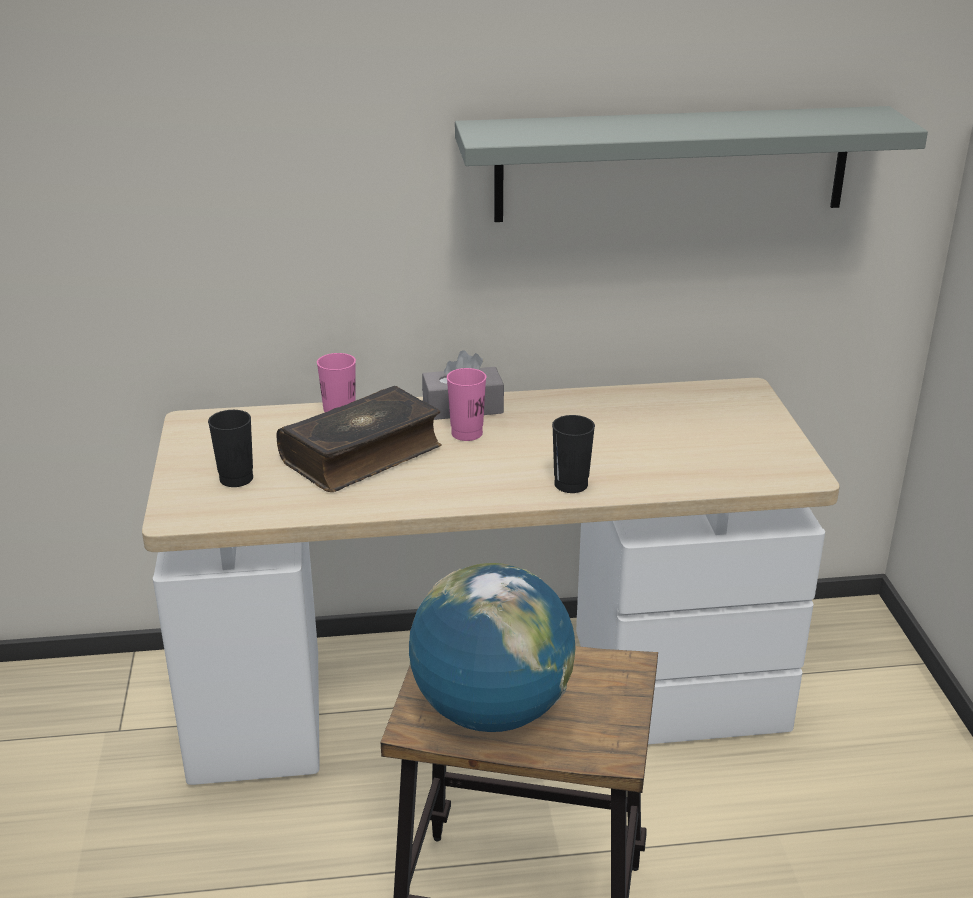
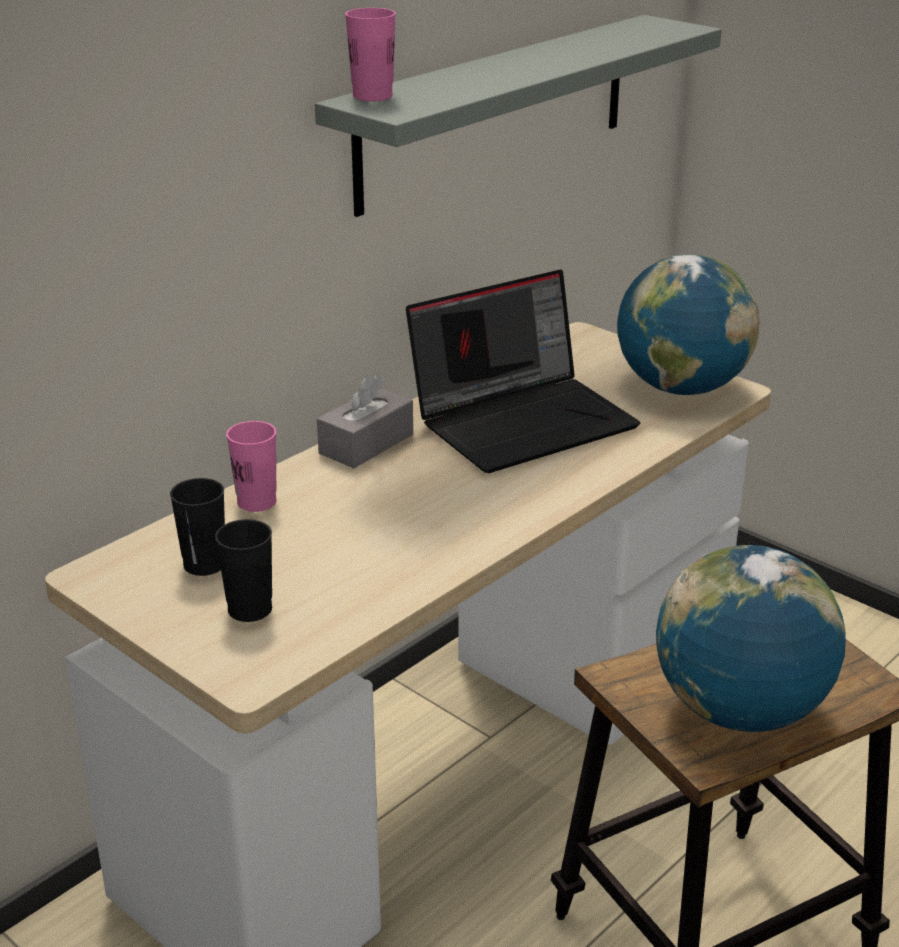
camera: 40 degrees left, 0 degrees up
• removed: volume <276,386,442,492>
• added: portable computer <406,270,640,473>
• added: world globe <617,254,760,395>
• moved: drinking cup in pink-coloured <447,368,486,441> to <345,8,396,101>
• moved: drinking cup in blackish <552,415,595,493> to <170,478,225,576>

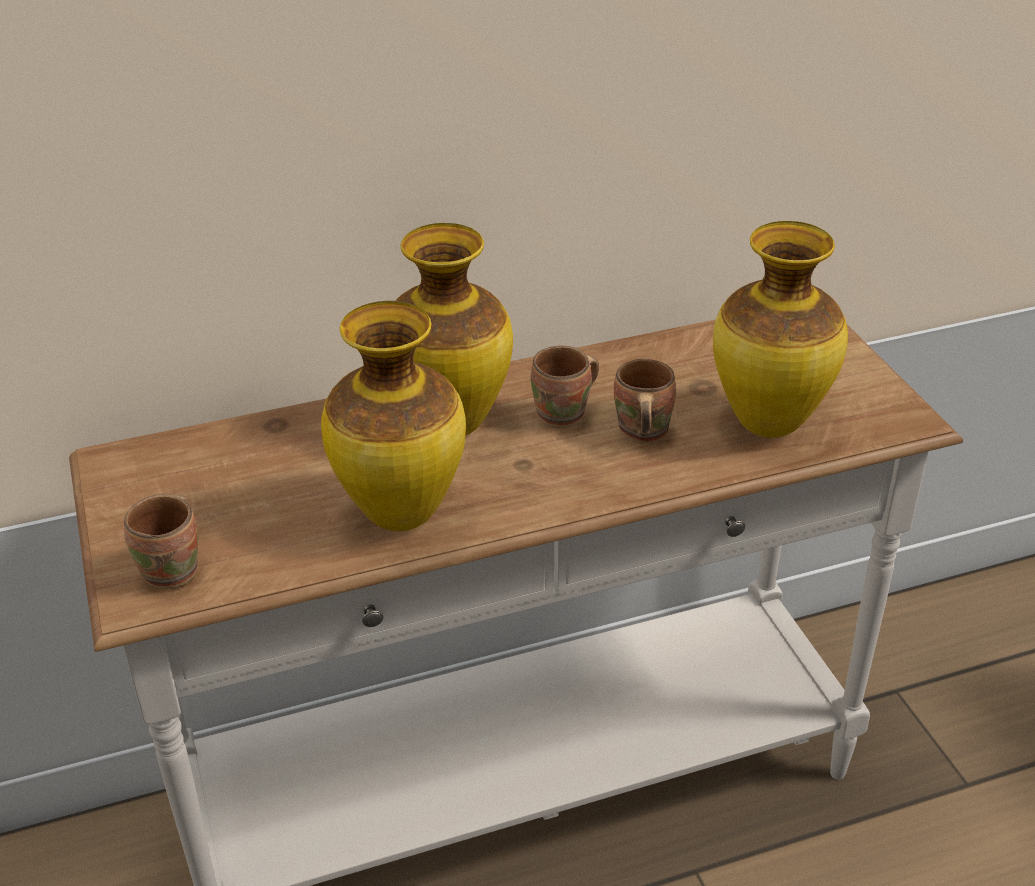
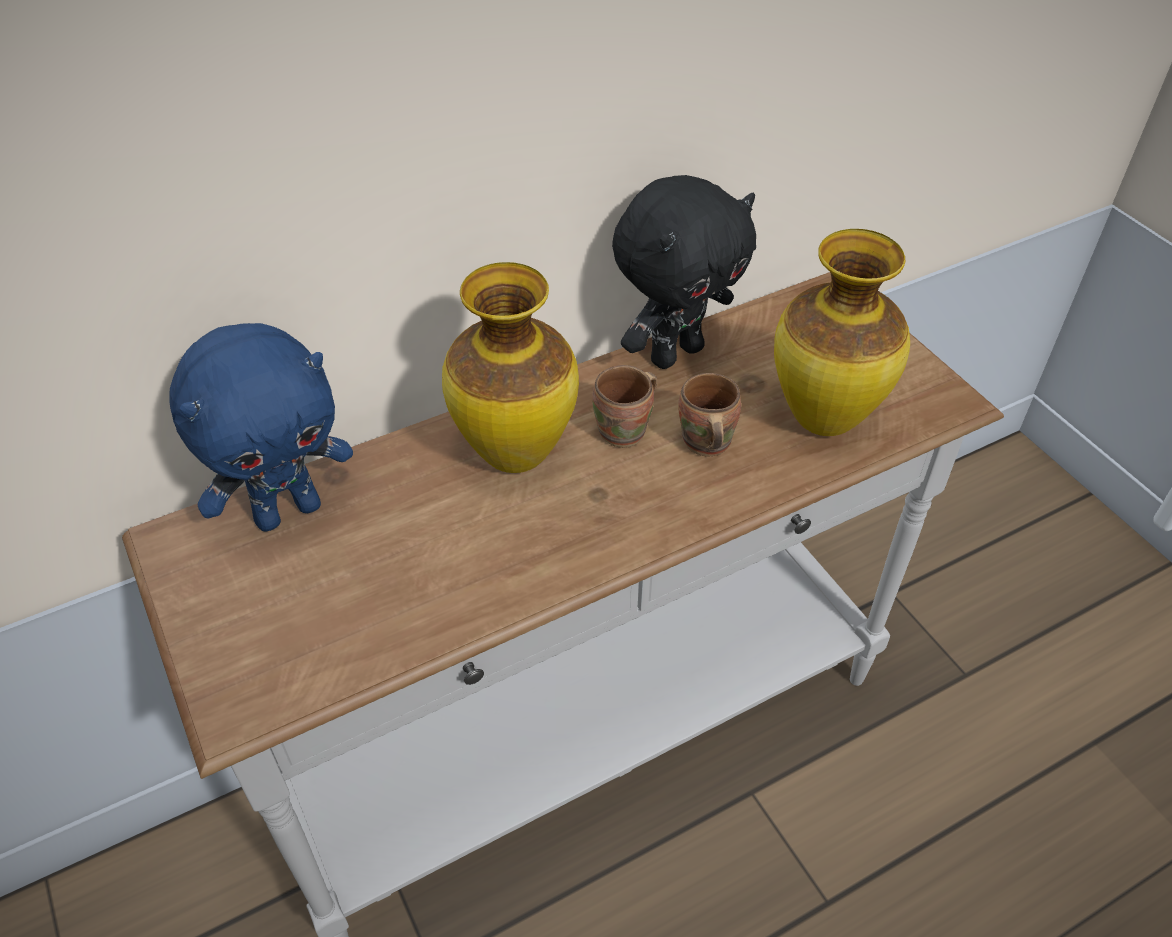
camera: 10 degrees left, 10 degrees up
• removed: tea mug in brown-coloured <124,494,198,589>
• removed: flower vase <321,301,466,531>
• added: soft toy in bluish <169,323,353,532>
• added: soft toy in blackish <612,175,756,369>

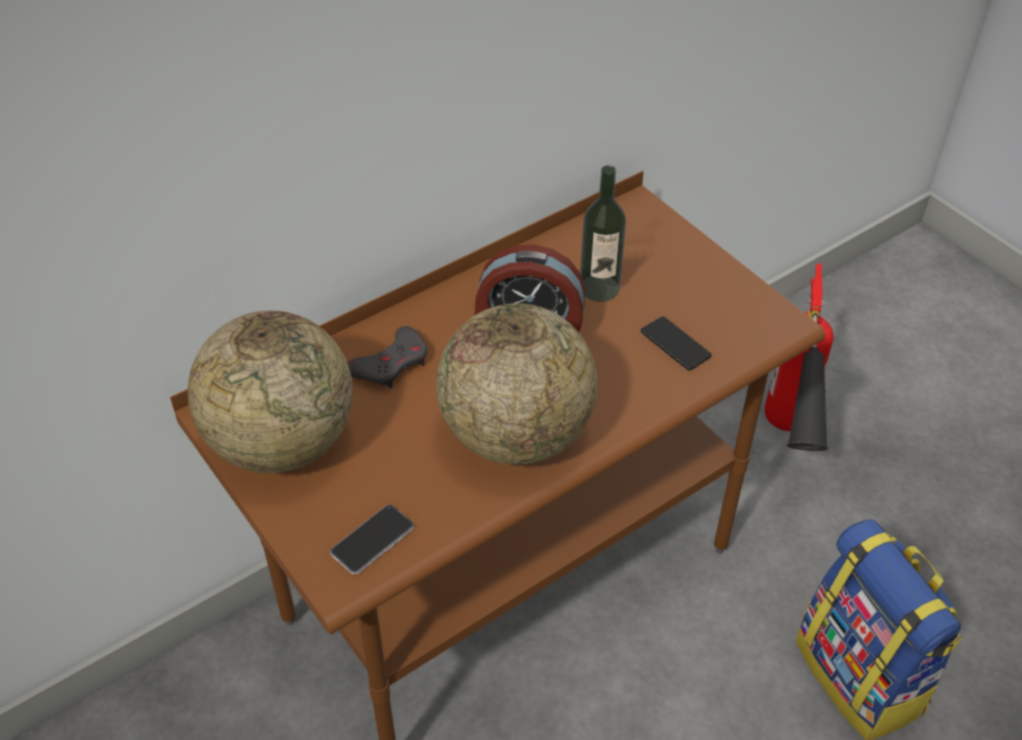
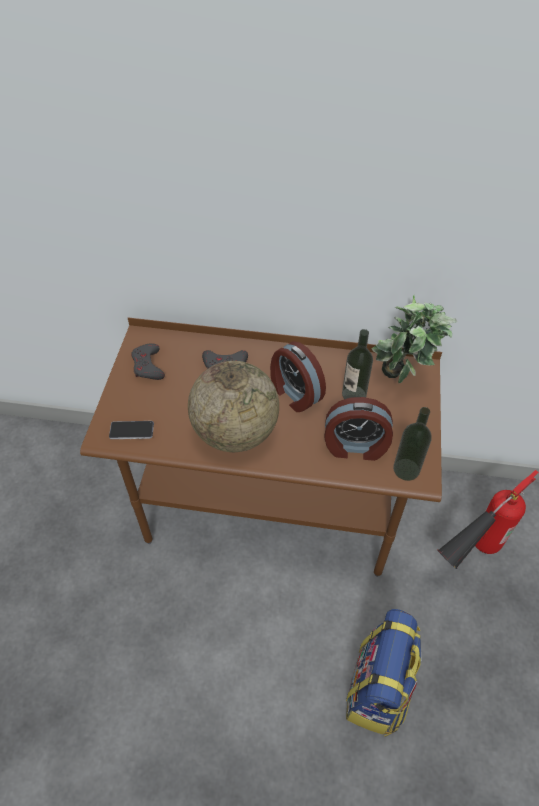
camera: 45 degrees right, 5 degrees up
• added: potted plant <371,296,457,383>
• added: bottle <393,407,432,481>
• replaced: world globe <188,310,353,473> to gamepad in greyish <131,343,165,380>
• replaced: telephone <641,316,712,371> to alarm clock <324,397,393,461>

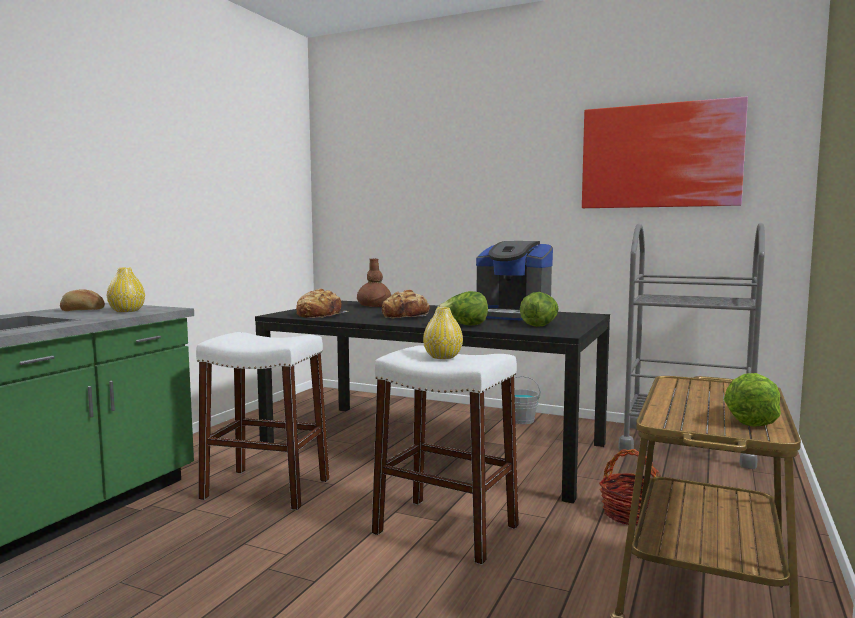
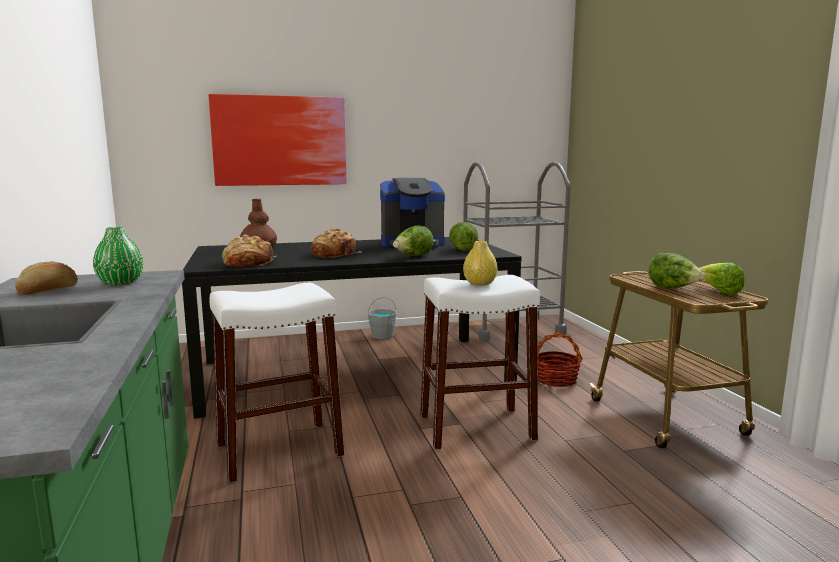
camera: 40 degrees left, 5 degrees up
• added: lettuce head <649,253,705,288>
• moved: wall picture <582,97,748,208> to <209,94,347,186>
• recoloured: flower vase in yellow-coloured <107,268,145,312> to flower vase in green <93,227,143,286>

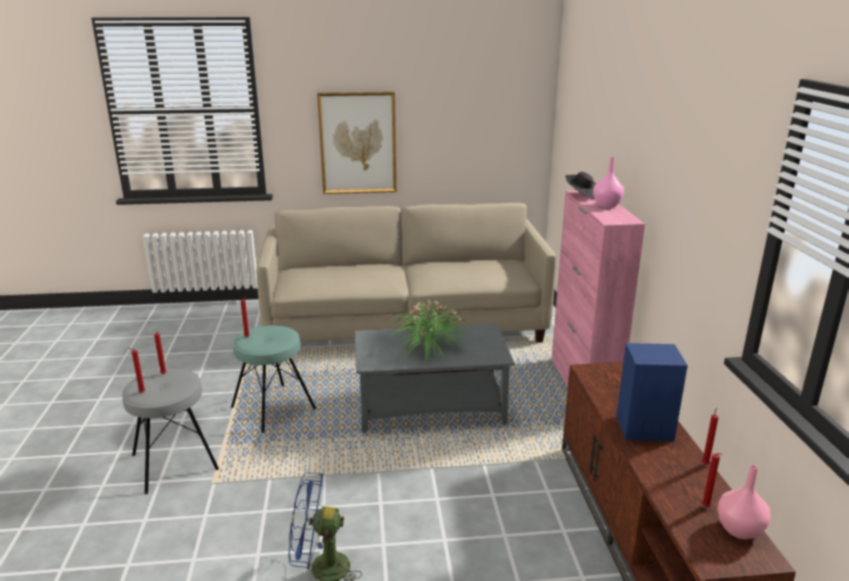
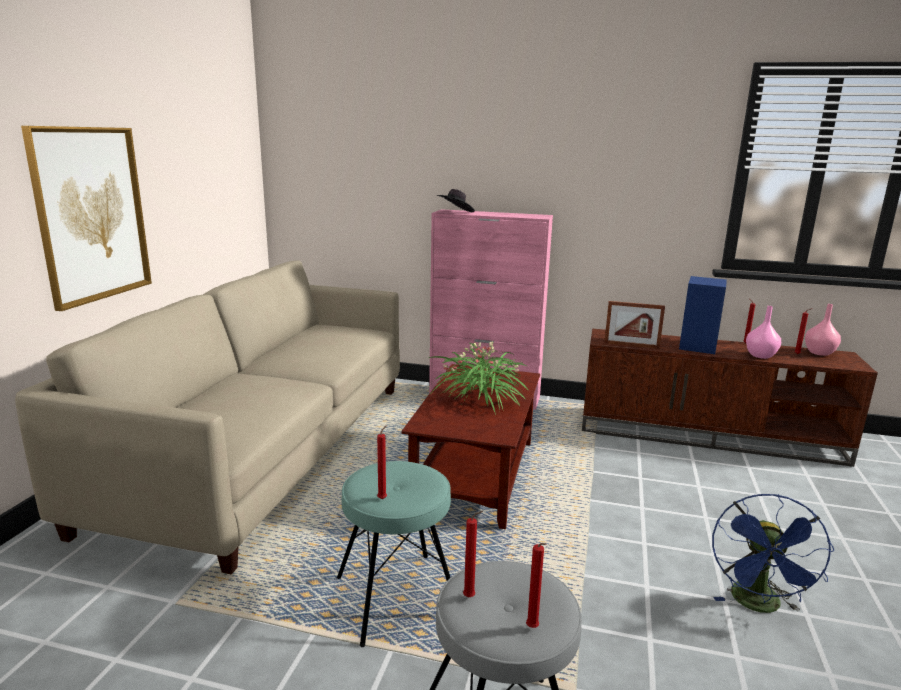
camera: 70 degrees left, 5 degrees down
• added: standing frame <604,301,665,349>
• moved: flower vase in pink-coloured <593,157,624,208> to <746,306,781,359>
• recoloured: coffee table in greyish <355,324,515,433> to coffee table in brown-coloured <402,364,540,529>

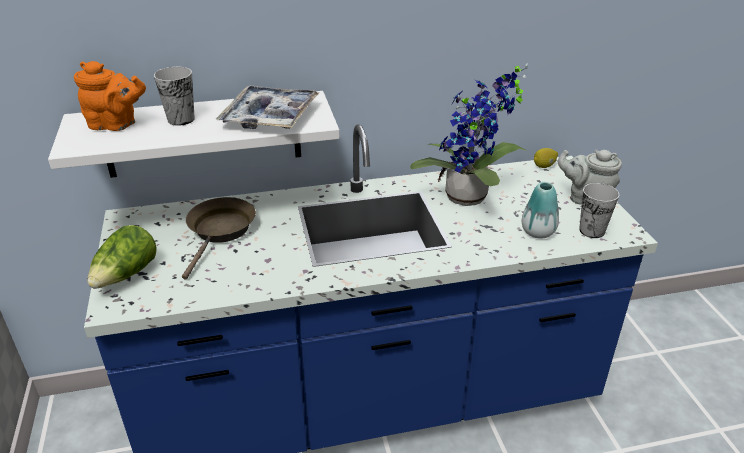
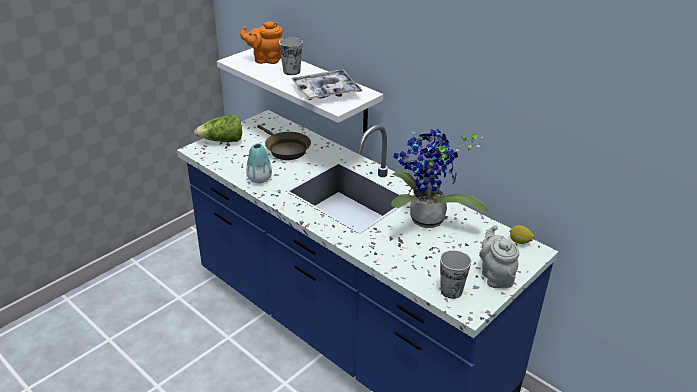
camera: 55 degrees right, 0 degrees up
• moved: flower vase <522,182,559,239> to <246,143,272,183>
• turned: tea pot in orangey <74,61,146,131> = <240,21,283,64> 120 degrees clockwise
• turned: pan in brown-coloured <182,197,256,280> = <257,125,311,160> 75 degrees clockwise

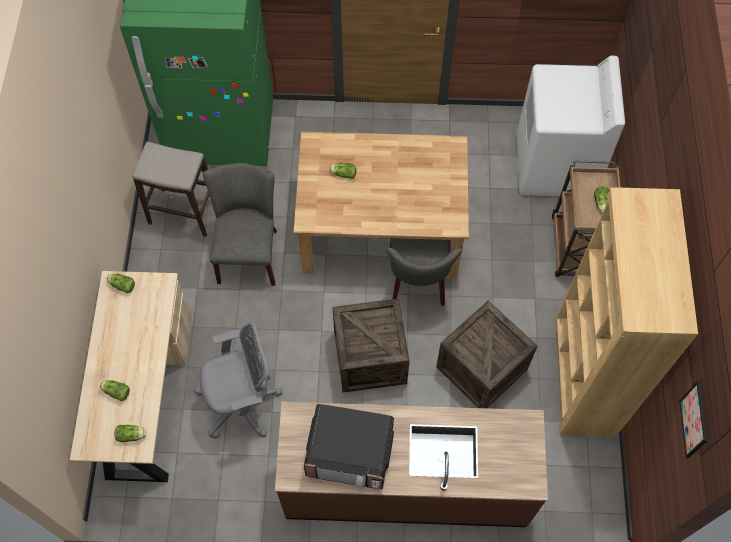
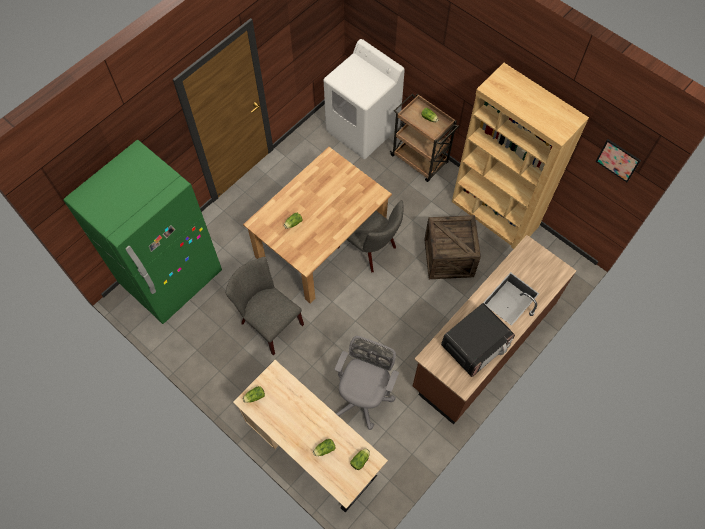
camera: 50 degrees left, 0 degrees up
• removed: stool seat <132,142,209,237>
• removed: packing crate <332,298,410,392>

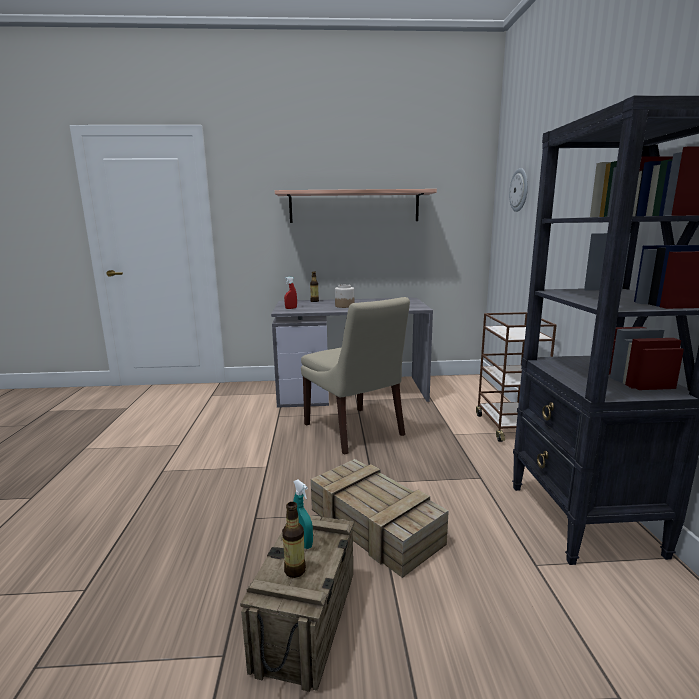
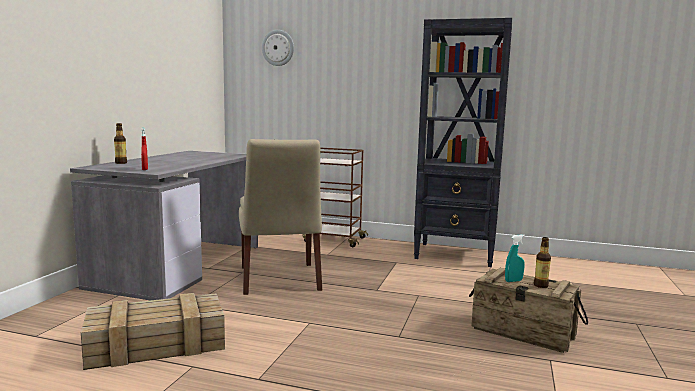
camera: 70 degrees left, 5 degrees down
• removed: bracket shelf <275,189,437,223>
• removed: storage jar <335,284,354,308>
• moved: packing crate <311,459,449,578> to <81,293,225,370>
• turned: upright chair in sand-coloured <301,297,410,455> = <239,139,322,295> 90 degrees clockwise

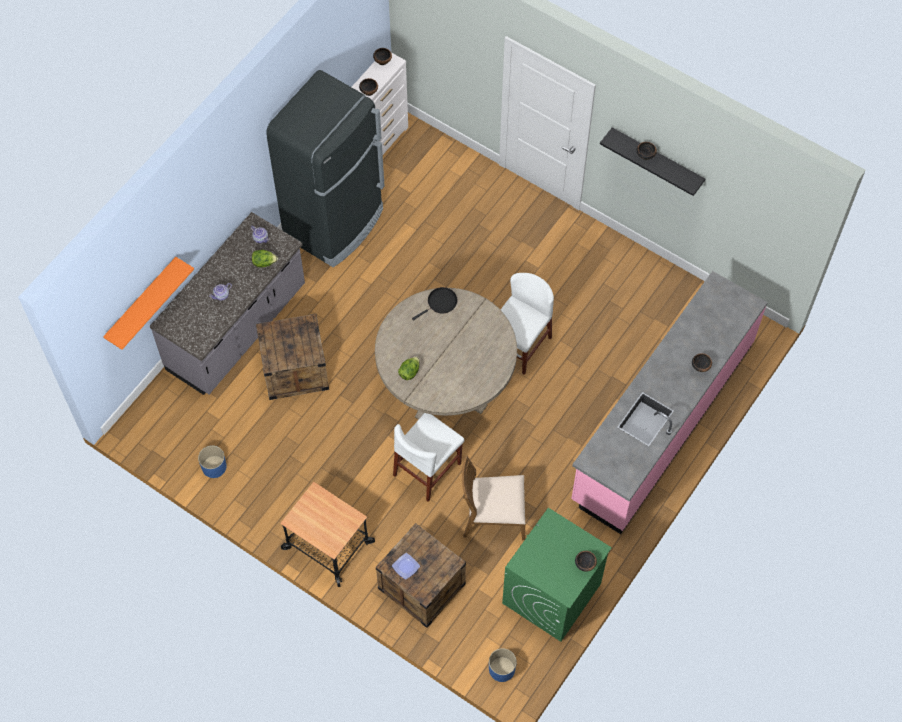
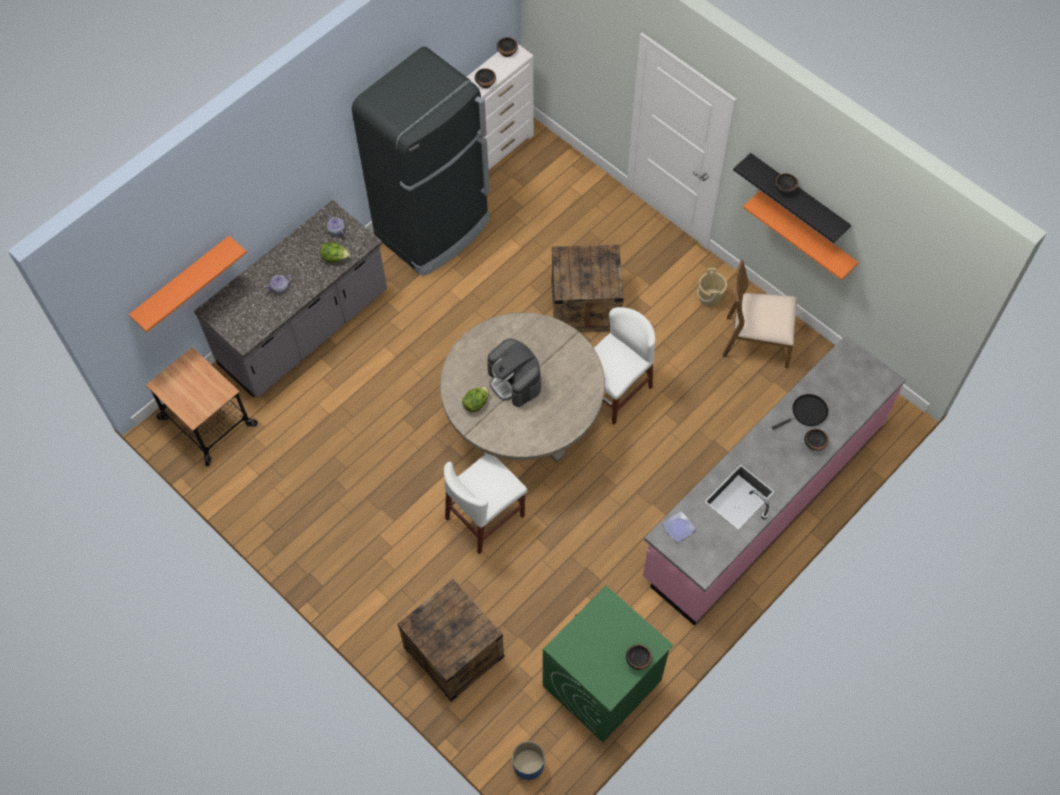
camera: 10 degrees right, 0 degrees up
• removed: flower pot in bluish <198,445,227,478>
• added: coffee machine <487,339,541,407>
• added: bucket in sand-coloured <697,268,727,307>
• added: bracket shelf in orangey <743,191,859,280>
• moved: packing crate <256,314,329,400> to <551,244,624,333>
• moved: wheeled cart <280,482,375,587> to <146,347,257,466>
• moved: dinner plate <392,553,420,580> to <663,512,696,542>
• moved: pan in blackish <412,287,457,320> to <772,394,828,430>
• moved: upright chair in brown-coloured <462,455,525,540> to <723,260,797,368>

